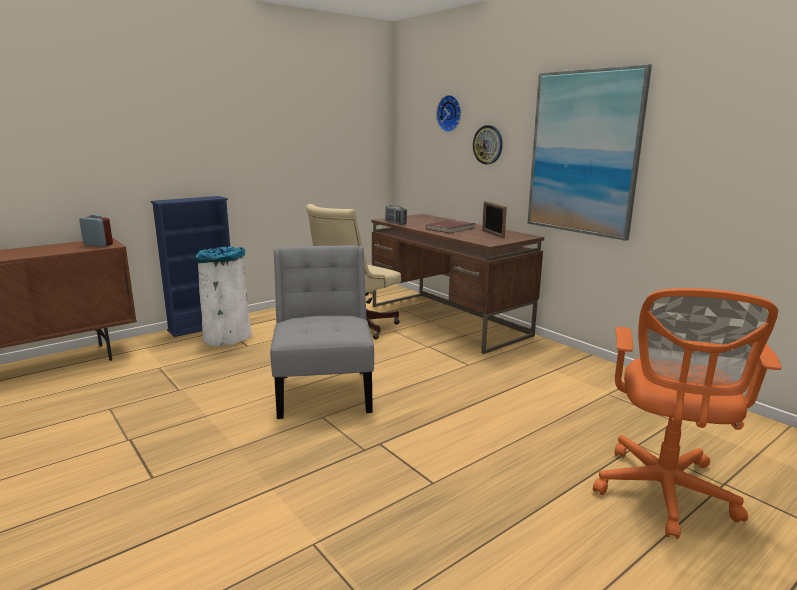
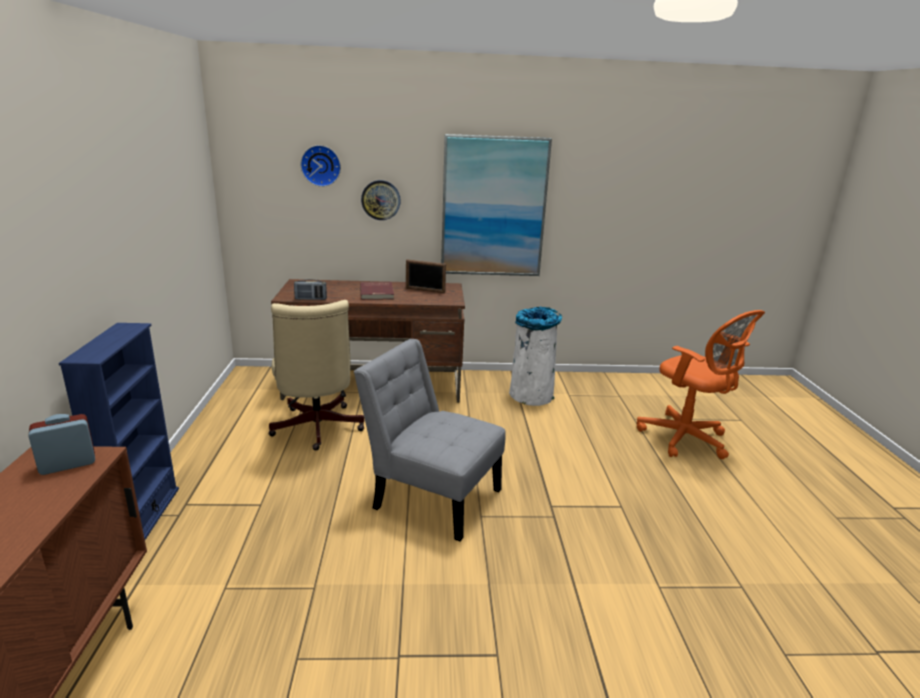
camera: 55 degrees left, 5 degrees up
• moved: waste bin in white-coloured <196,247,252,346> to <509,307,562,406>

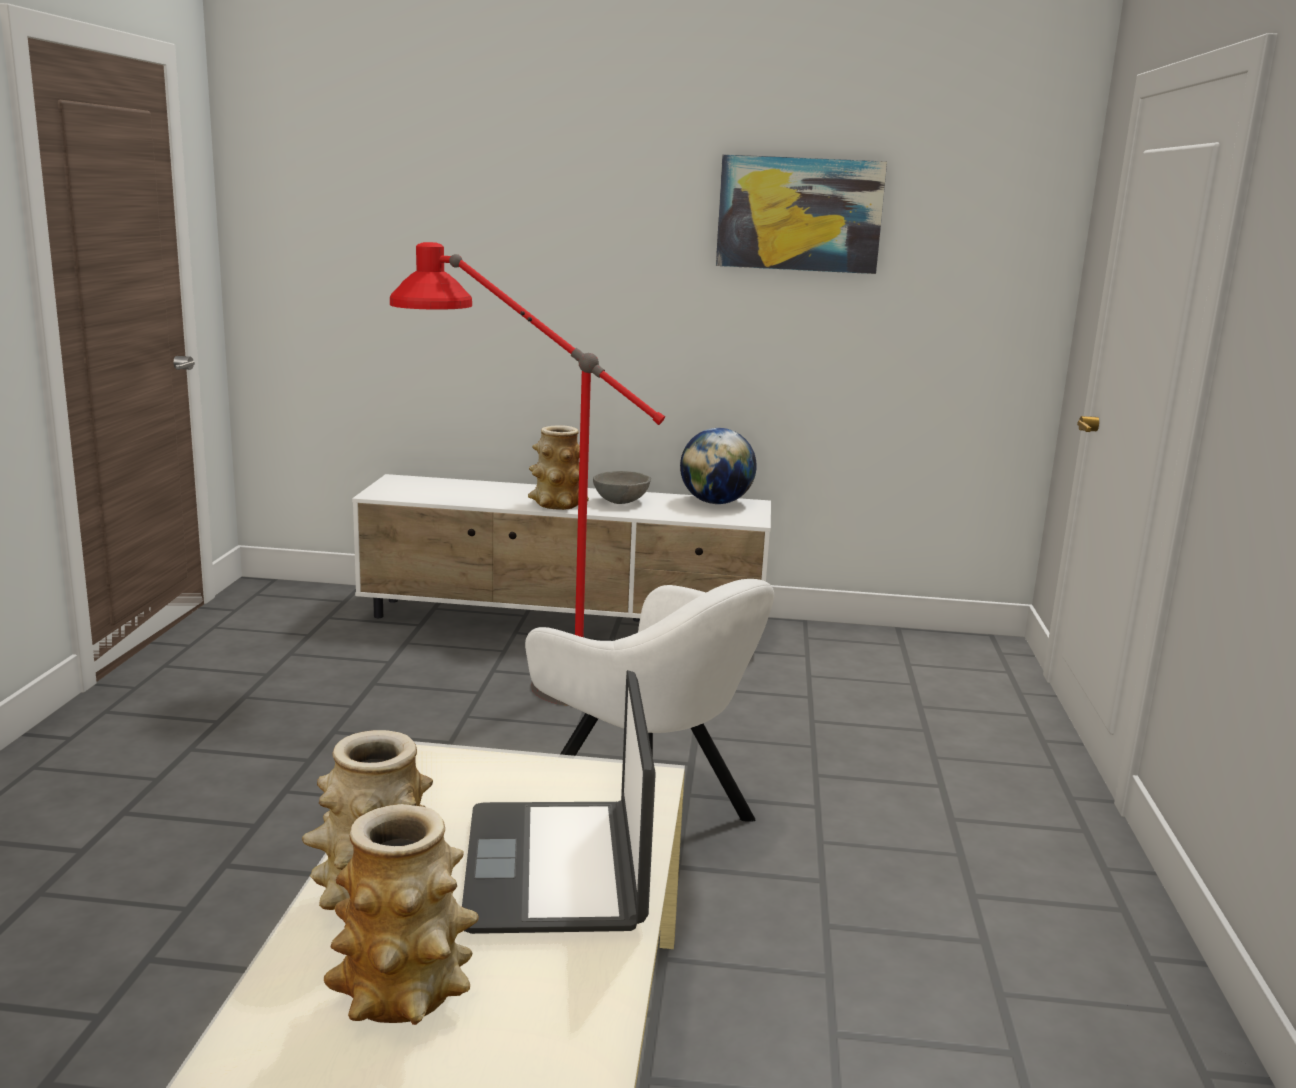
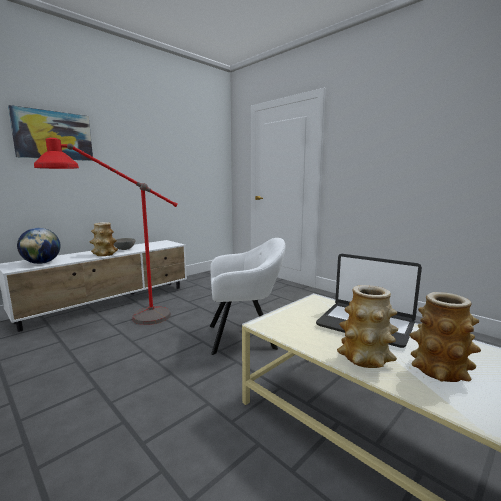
camera: 50 degrees left, 5 degrees down
• moved: world globe <680,428,757,504> to <17,228,60,264>
• moved: wall picture <716,154,887,274> to <8,105,93,161>

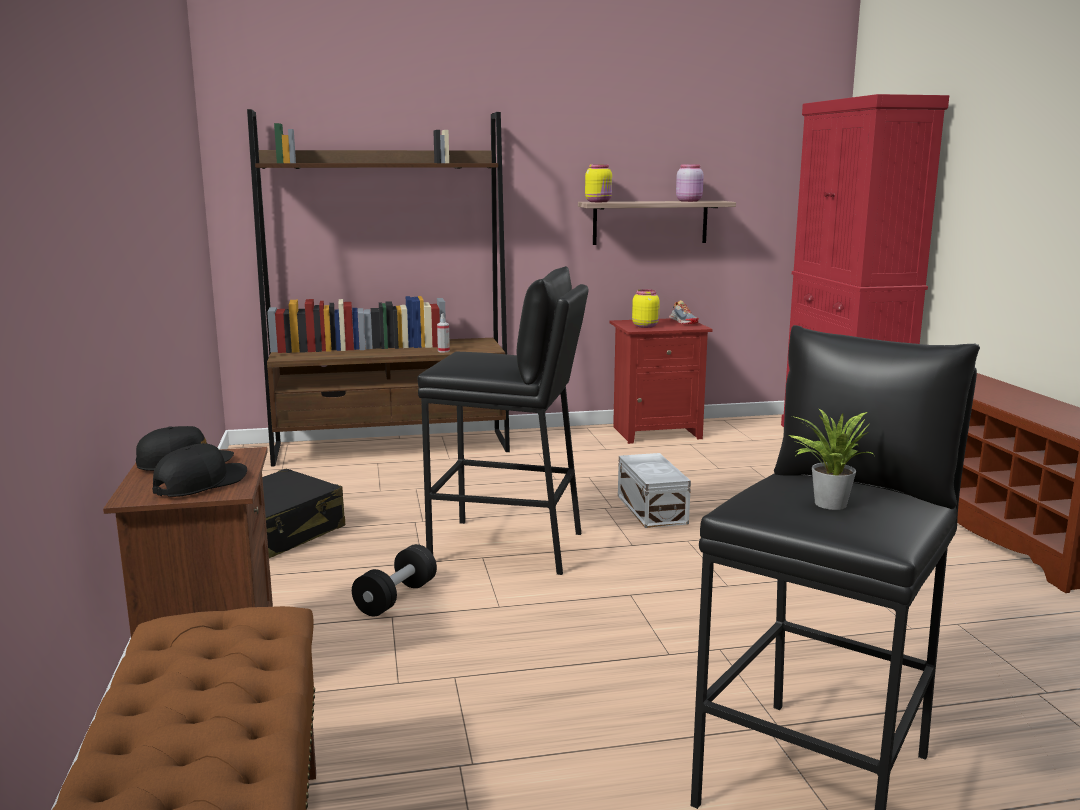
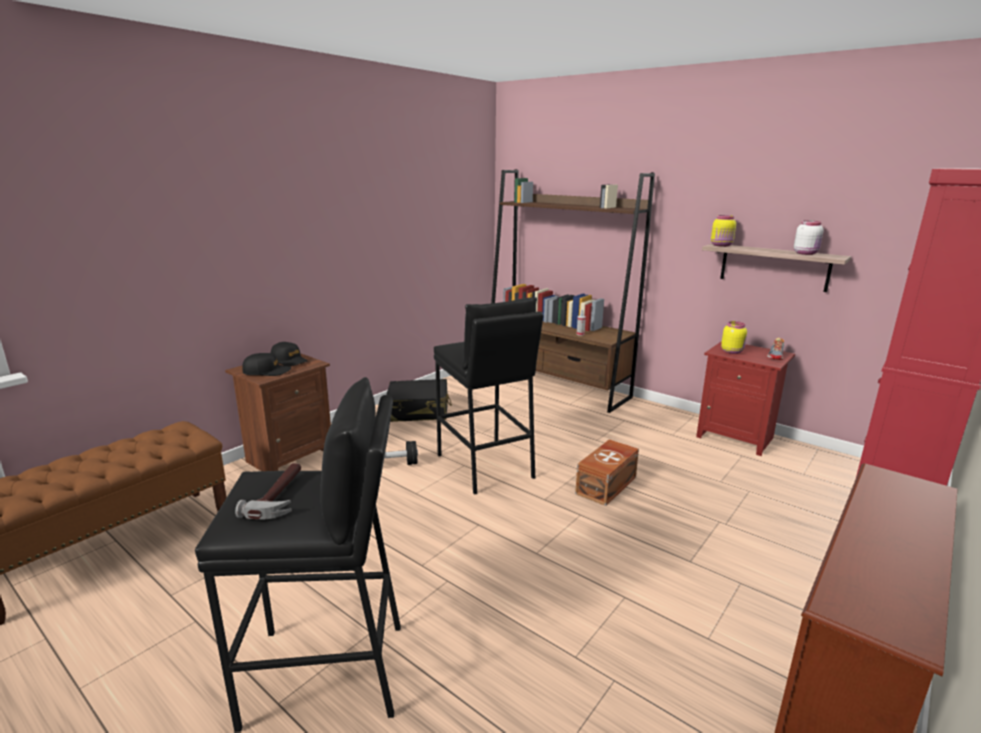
camera: 50 degrees right, 5 degrees up
• replaced: potted plant <788,408,874,510> to tool hammer <235,463,301,520>
• recoloured: storage box in white-coloured <618,453,691,528> to storage box in brown-coloured <575,439,639,506>
• recoloured: storage jar in pink-coloured <676,165,704,202> to storage jar in white-coloured <794,220,823,255>

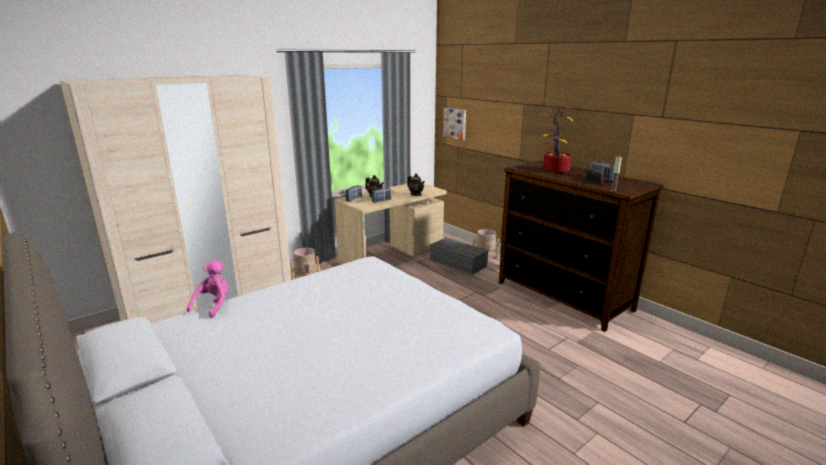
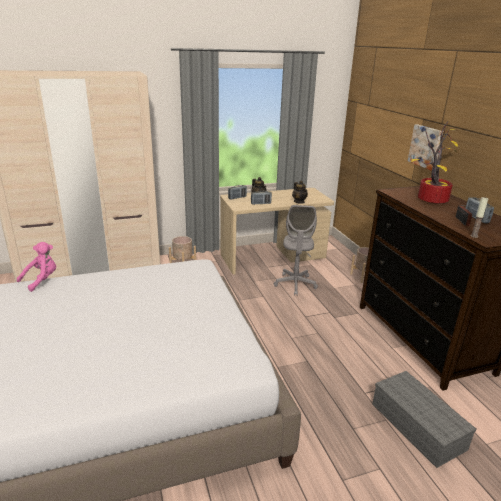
camera: 20 degrees right, 5 degrees up
• added: office chair in greyish <274,205,318,296>
• moved: storage box in greyish <430,238,489,275> to <372,371,477,468>
• moved: wall picture <443,108,466,140> to <408,124,443,171>

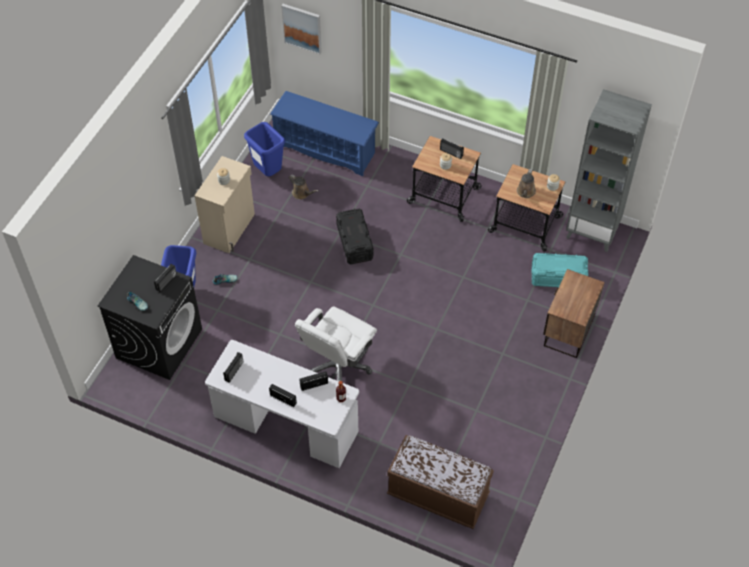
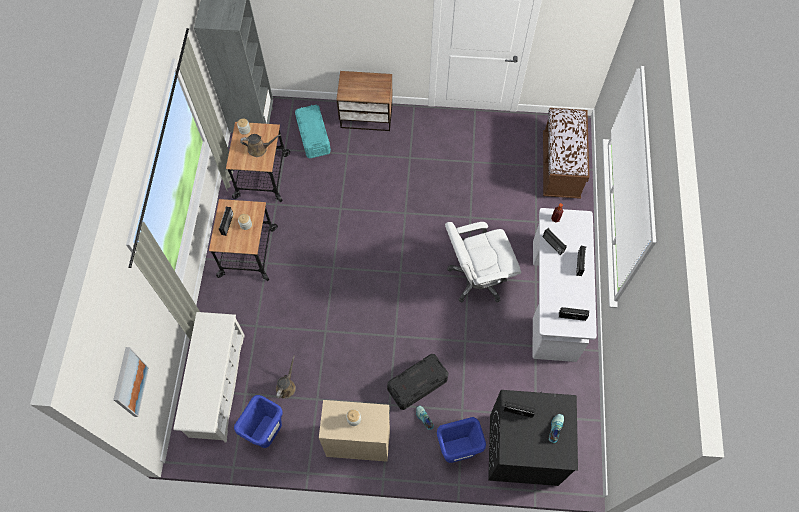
camera: 110 degrees left, 10 degrees up
• moved: storage box in blackish <336,208,373,265> to <387,354,449,410>
• recoloured: shoe shelf in bluish <270,91,379,176> to shoe shelf in white-coloured <173,312,245,443>
• turned: office chair in white-coloured <295,307,377,381> = <445,222,521,303> 150 degrees clockwise

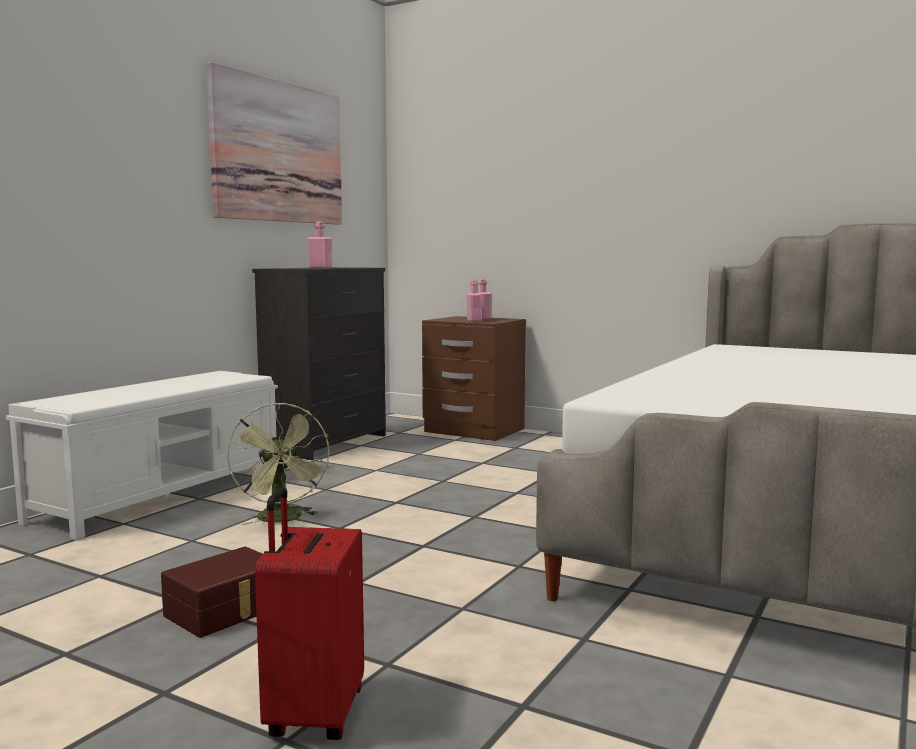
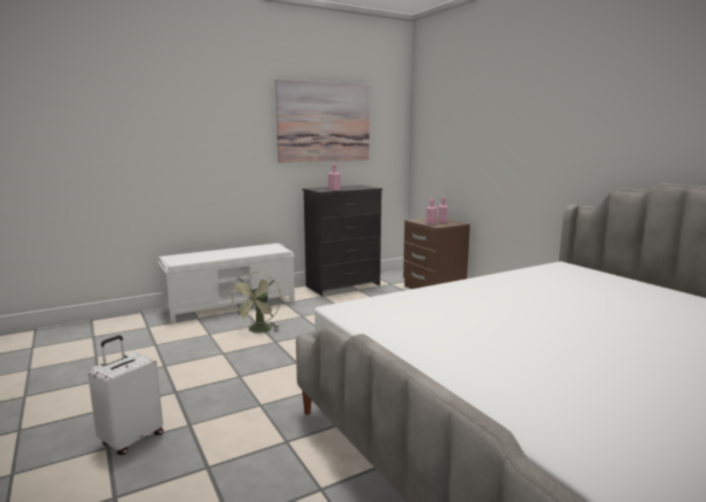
camera: 30 degrees right, 5 degrees up
• removed: storage box in brown-coloured <161,546,263,638>
• recoloured: travel case in reddish <255,487,364,740> to travel case in white-coloured <88,335,163,455>

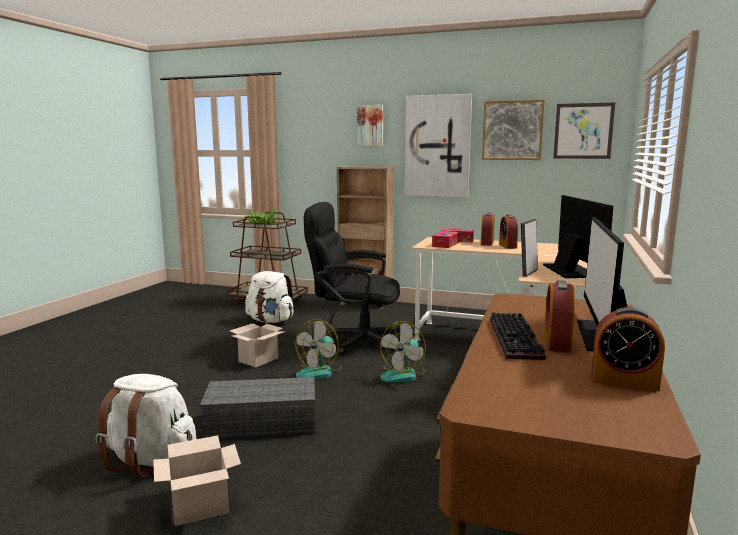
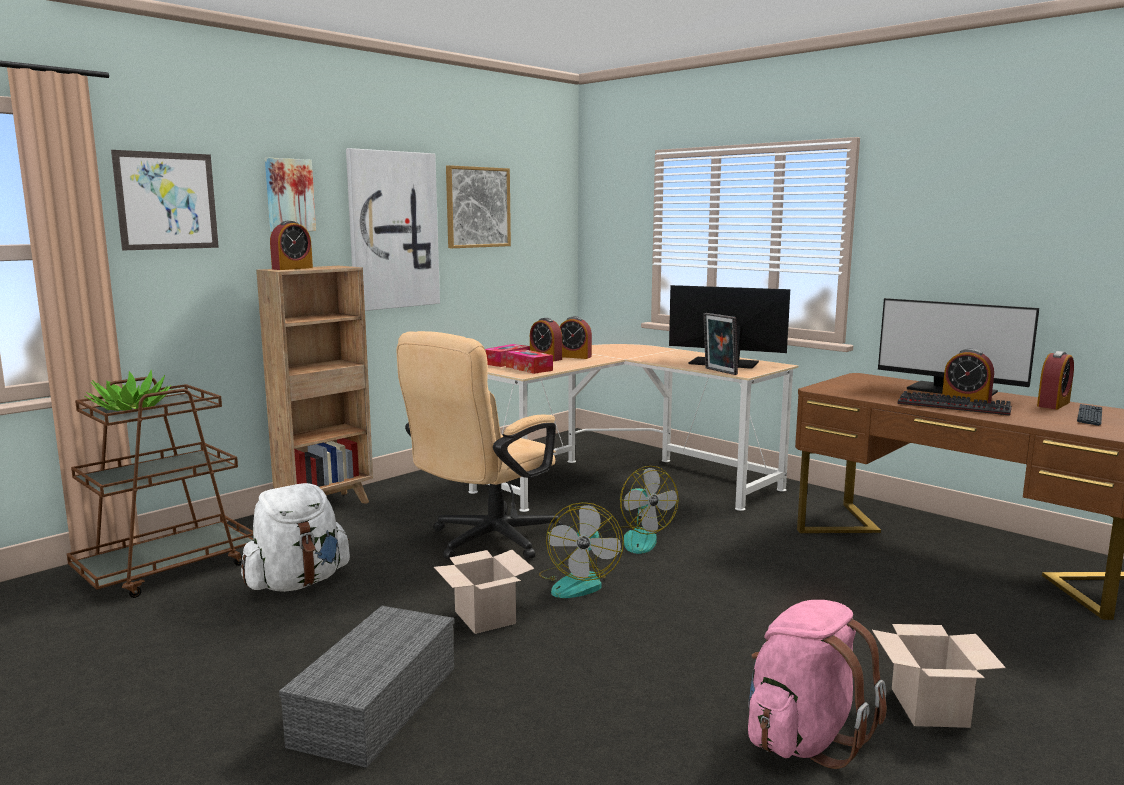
camera: 65 degrees left, 0 degrees up
• added: alarm clock <270,221,313,270>
• added: keyboard <1077,404,1102,426>
• moved: storage box in greyish <200,377,315,439> to <279,606,455,768>
• moved: wall picture <553,103,615,159> to <111,150,219,250>
• recoloured: backpack in white-coloured <96,374,197,477> to backpack in pink-coloured <748,600,887,769>
• recoloured: office chair in blackish <304,202,400,355> to office chair in sand-coloured <396,331,563,560>
• turned: electric fan <295,319,342,379> = <539,502,624,598> 45 degrees clockwise

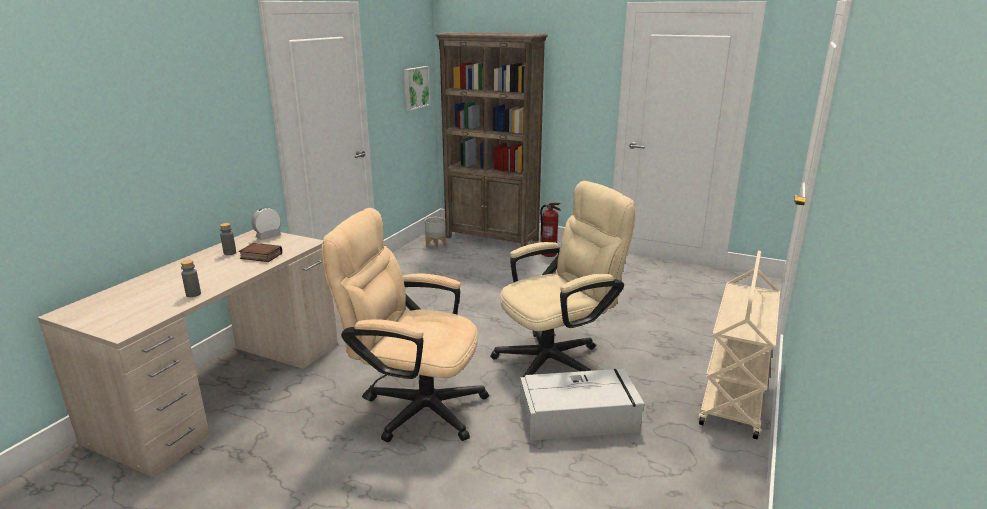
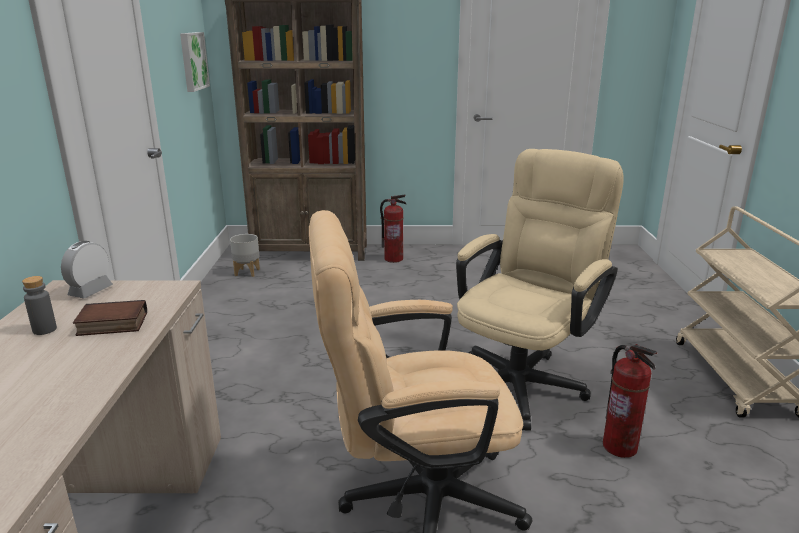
camera: 25 degrees left, 0 degrees up
• removed: bottle in greyish <181,260,201,297>
• replaced: storage box in greyish <520,369,644,441> to extinguisher <603,344,657,458>

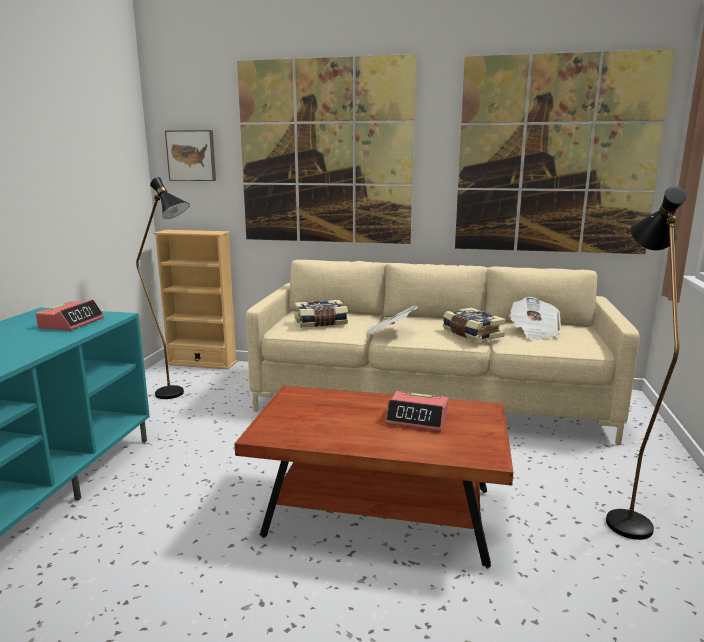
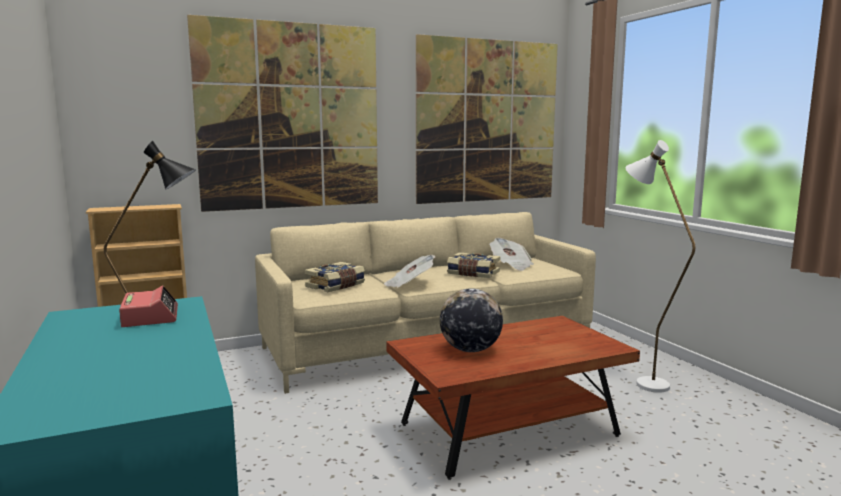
camera: 35 degrees left, 5 degrees down
• removed: wall picture <165,130,216,181>
• removed: alarm clock <385,391,448,432>
• added: world globe <440,288,503,352>
• recoloured: standing lamp in blackish <606,187,687,540> to standing lamp in white-coloured <626,140,695,393>

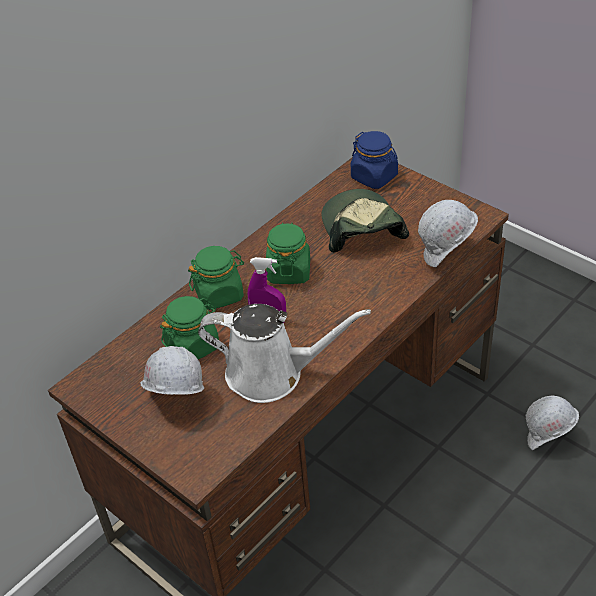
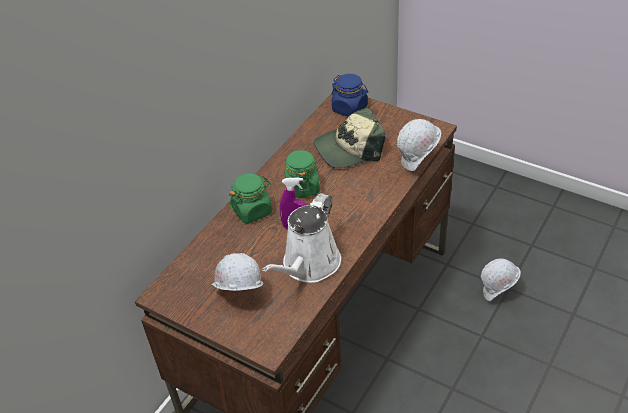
camera: 10 degrees left, 0 degrees up
• removed: storage jar in green <160,296,219,359>
• turned: watering pot in white-coloured <198,304,371,403> = <262,193,341,283> 120 degrees clockwise
• turned: cap <321,189,409,253> = <314,108,385,168> 90 degrees counterclockwise

